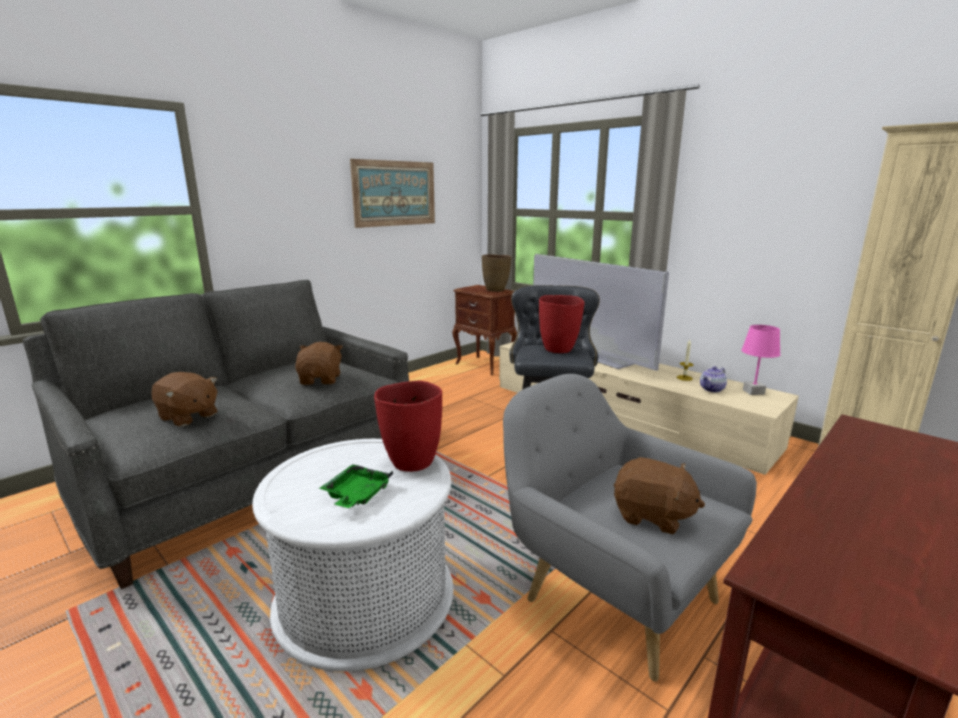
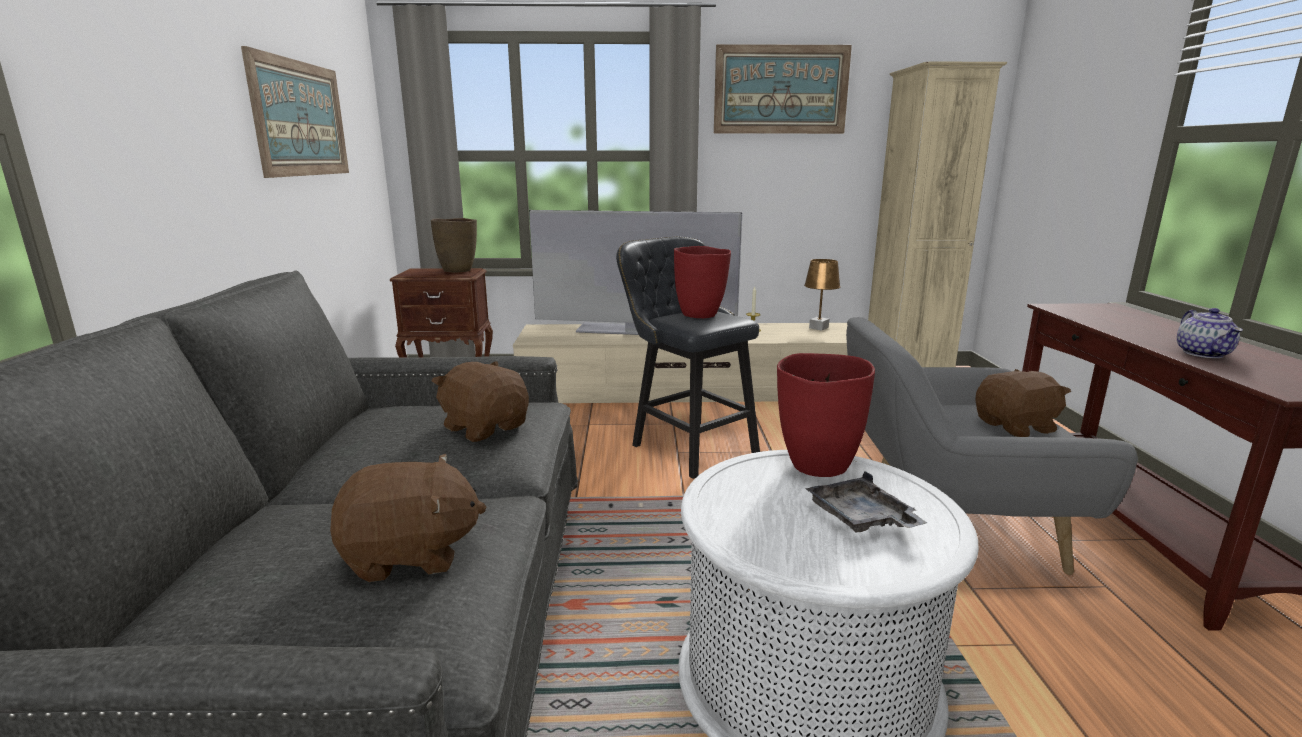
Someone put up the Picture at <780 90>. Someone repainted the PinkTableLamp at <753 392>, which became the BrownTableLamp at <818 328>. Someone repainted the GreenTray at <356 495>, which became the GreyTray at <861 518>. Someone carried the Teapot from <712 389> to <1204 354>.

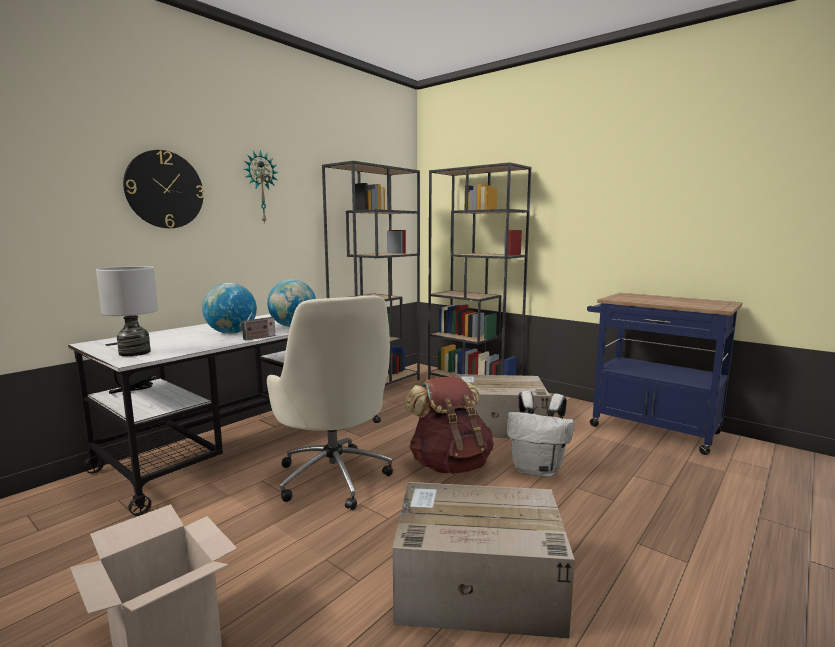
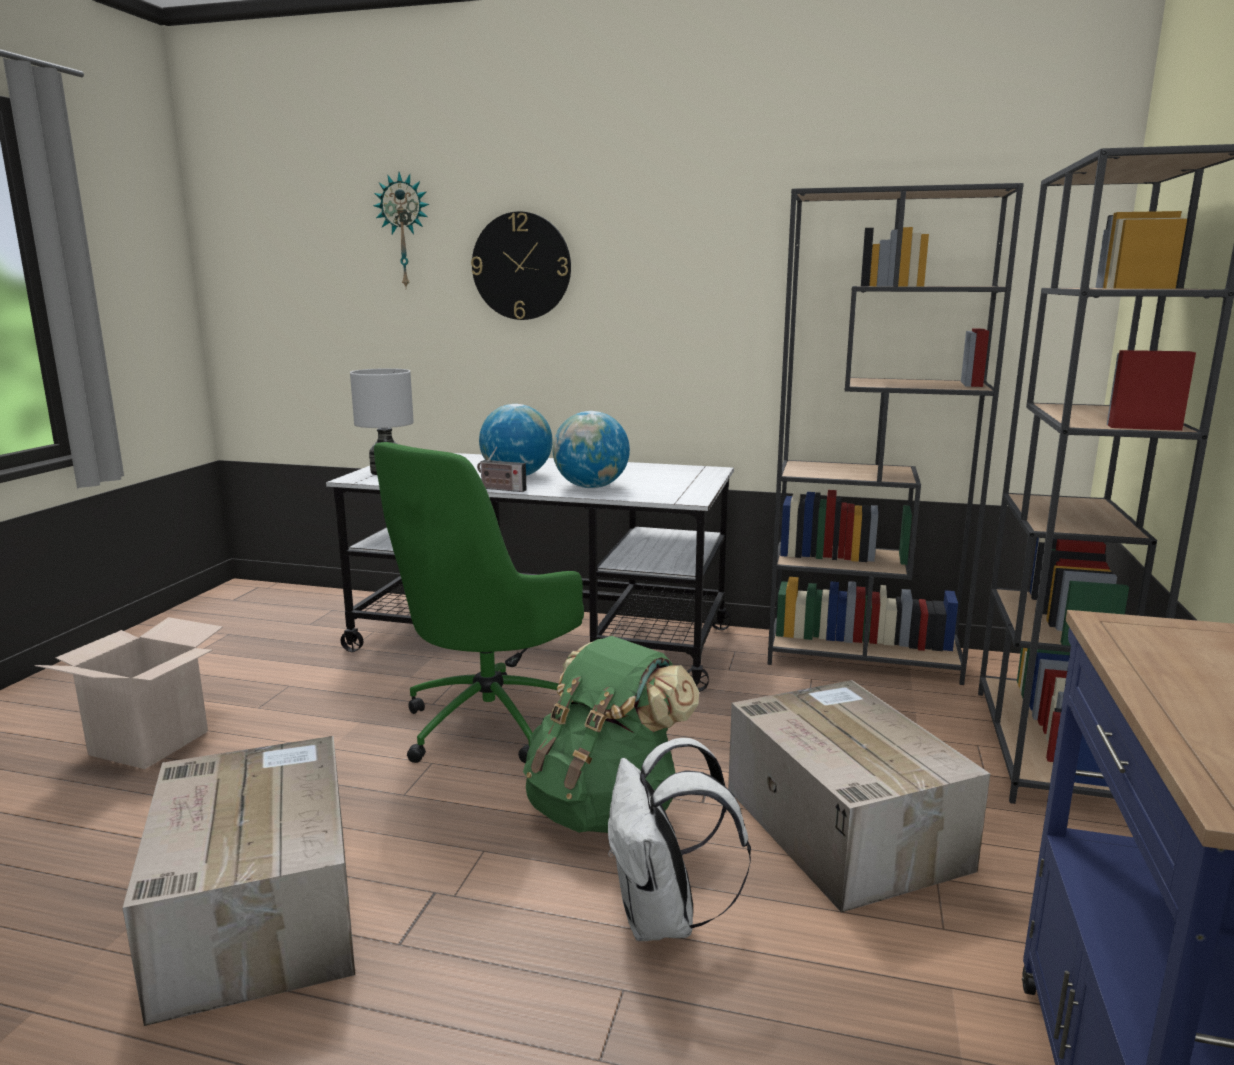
Someone carried the WallClock from <260 187> to <404 231>. Someone repainted the BeigeOfficeChair at <334 478>, which became the GreenOfficeChair at <489 724>. Someone repainted the BrownBackpack at <450 464>, which became the GreenBackpack at <605 808>.

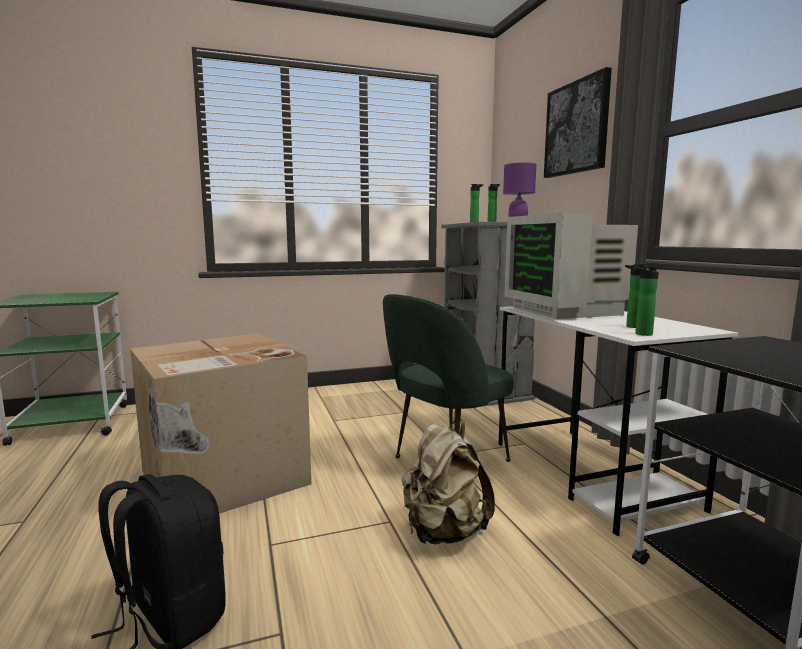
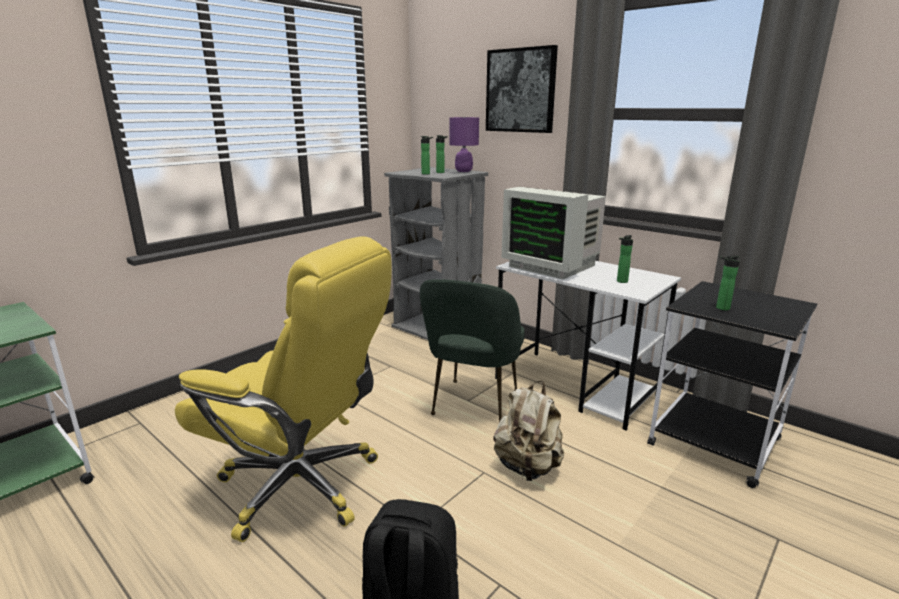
Someone swapped the CardboardBox at <222 478> for the YellowOfficeChair at <299 485>. Someone carried the Bottle from <640 334> to <721 308>.

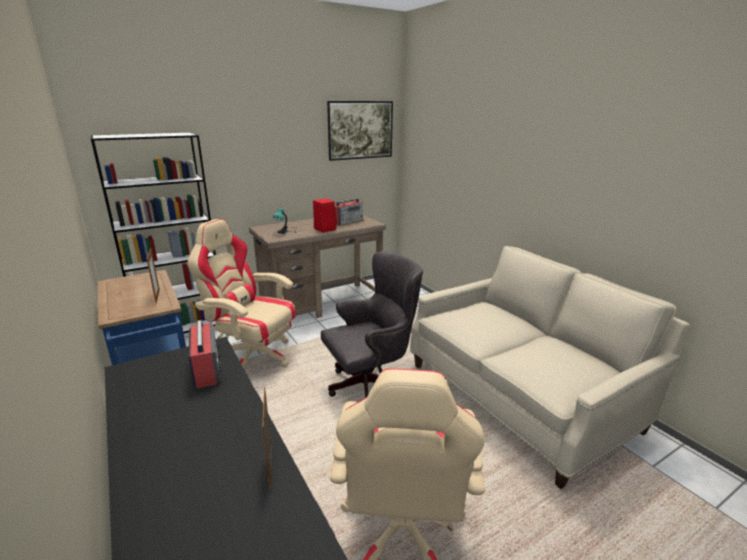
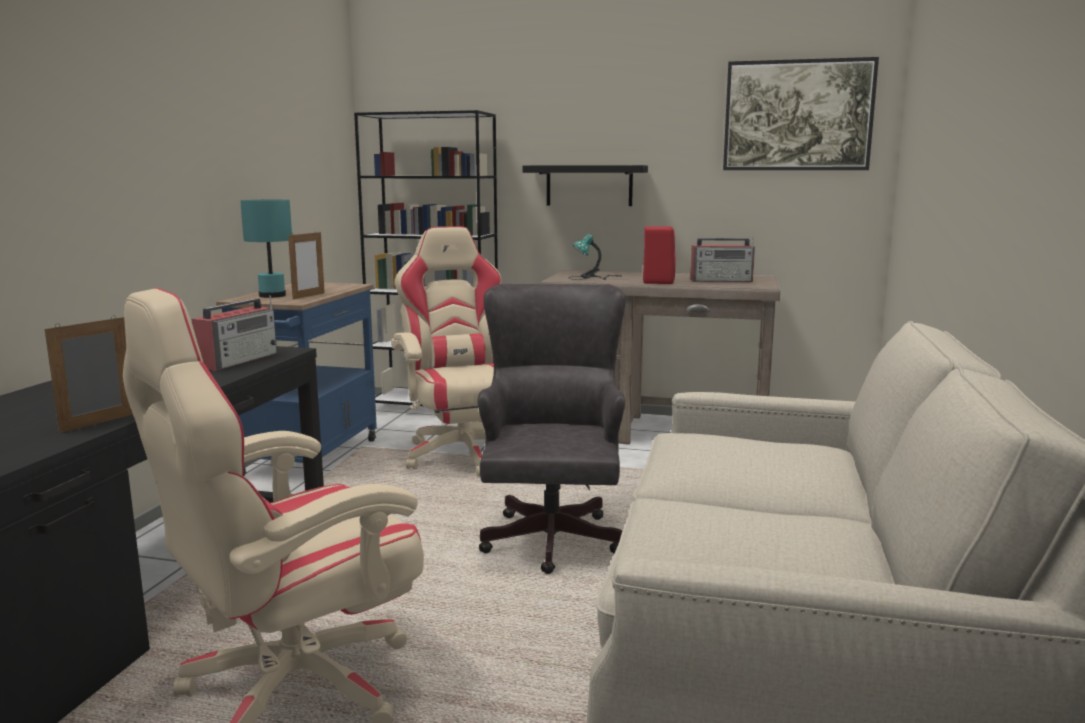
Someone put down the TurquoiseTableLamp at <272 296>. Someone rotated the GreyOfficeChair at <370 384> by 105 degrees counterclockwise. Someone put up the BlackShelf at <589 185>.

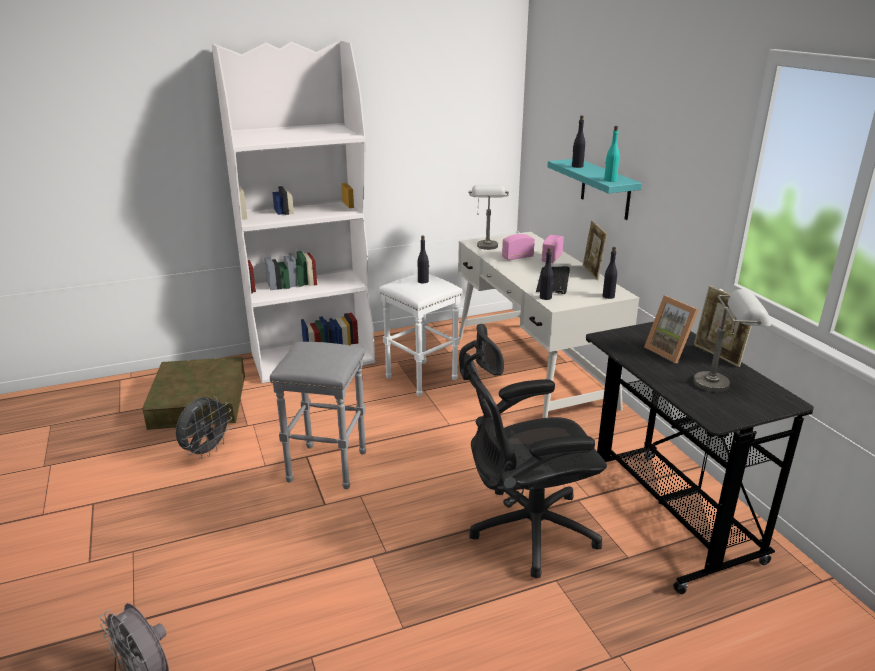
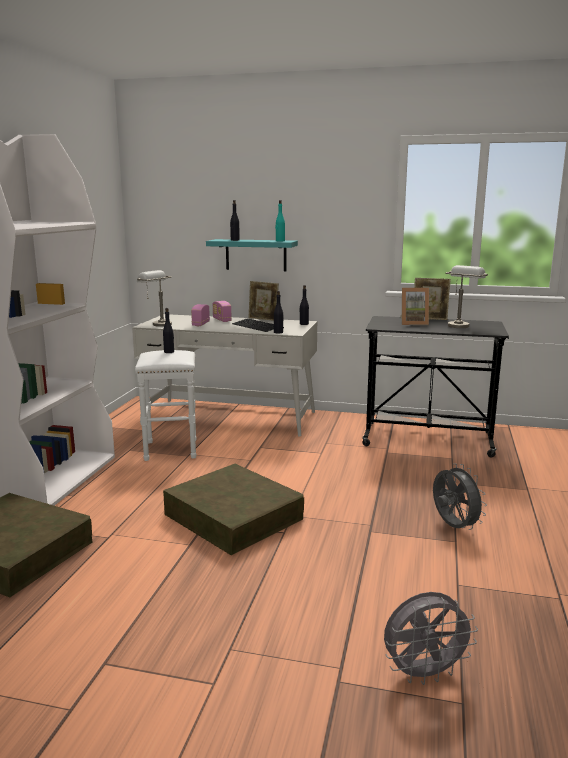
Someone swapped the GreyStool at <329 465> for the BrownStorageBox at <233 516>. Someone carried the GreyFan from <206 451> to <453 527>. Someone took away the OfficeChair at <526 531>.

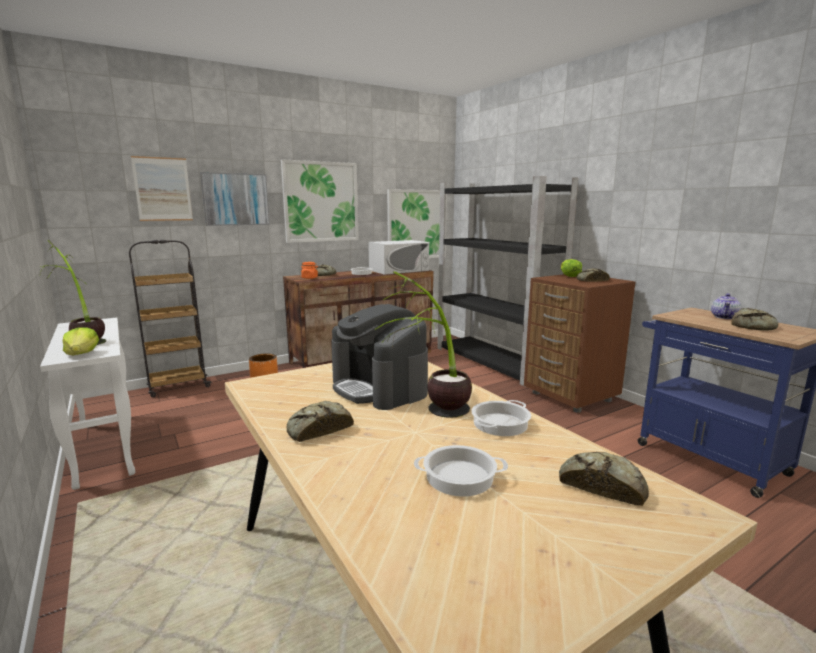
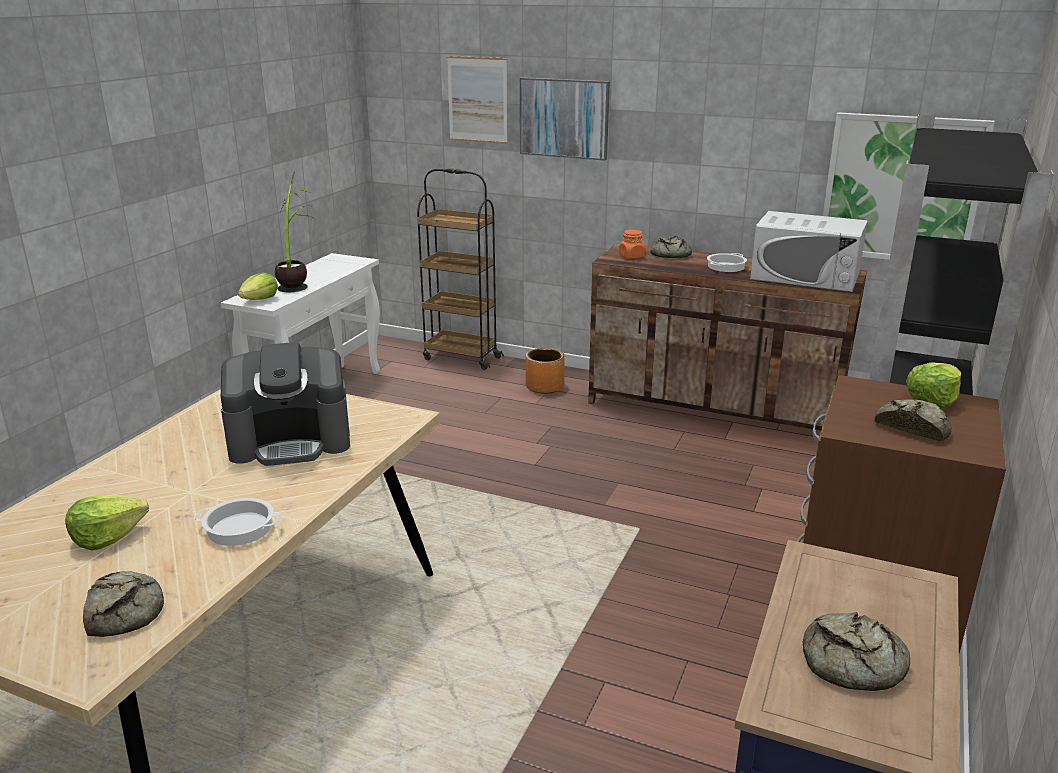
Someone swapped the CookingPot at <459 477> for the Lettuce at <107 536>. Someone rotated the CoffeeMachine at <379 388> by 120 degrees counterclockwise. Someone took away the Picture at <321 202>. Someone took away the Bread at <317 429>. Someone took away the PottedPlant at <432 416>. Someone took away the Teapot at <724 317>.

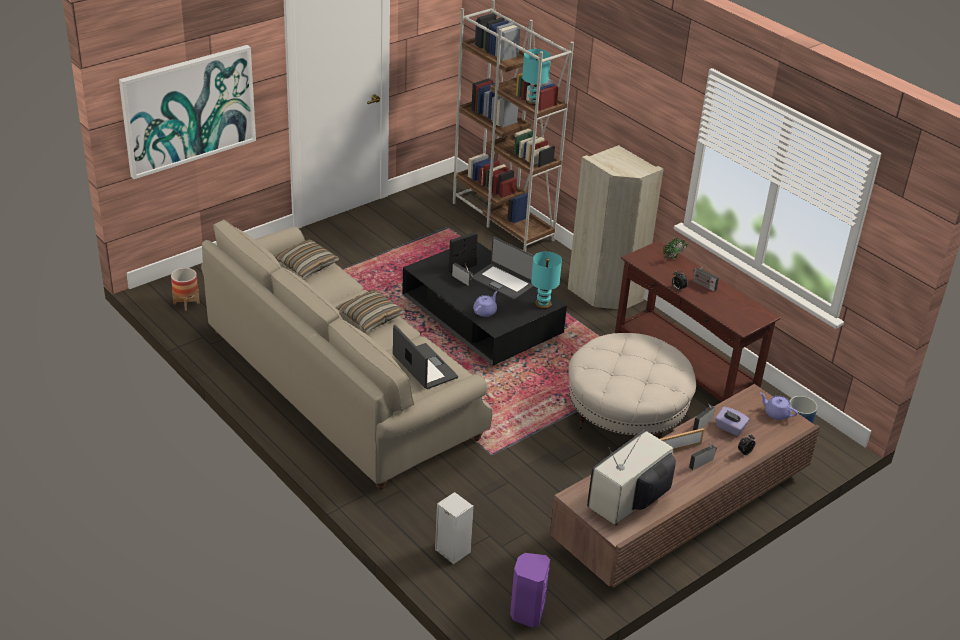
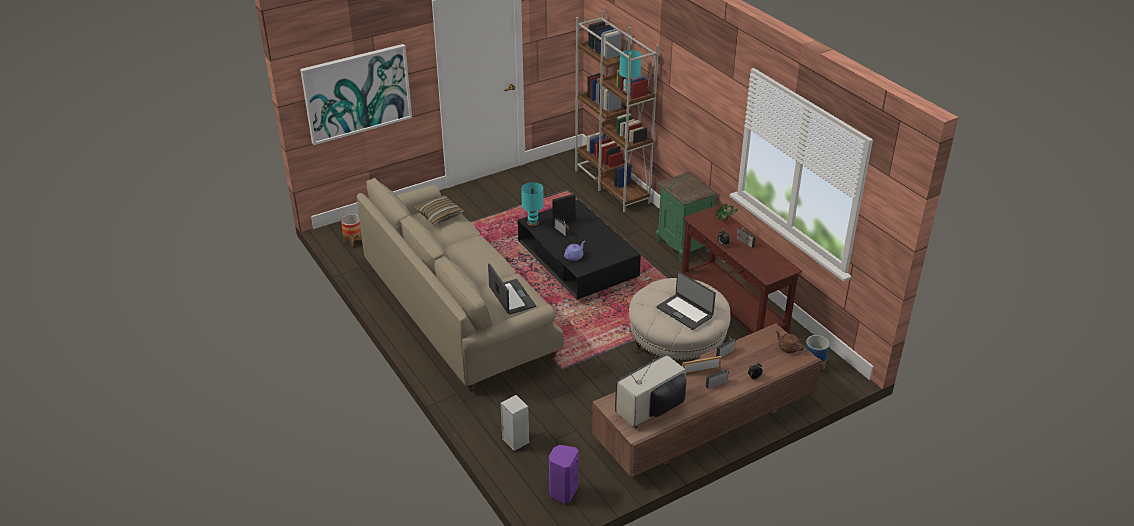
Someone carried the TurquoiseTableLamp from <542 304> to <532 223>. Someone swapped the BeigeCabinet at <605 293> for the GreenNightstand at <682 246>. Someone carried the Laptop from <503 282> to <685 312>. Someone repainted the PurpleTeapot at <776 413>, which became the BrownTeapot at <788 348>. Someone took away the Pillow at <370 317>. Someone took away the PurpleTissueBox at <730 428>.

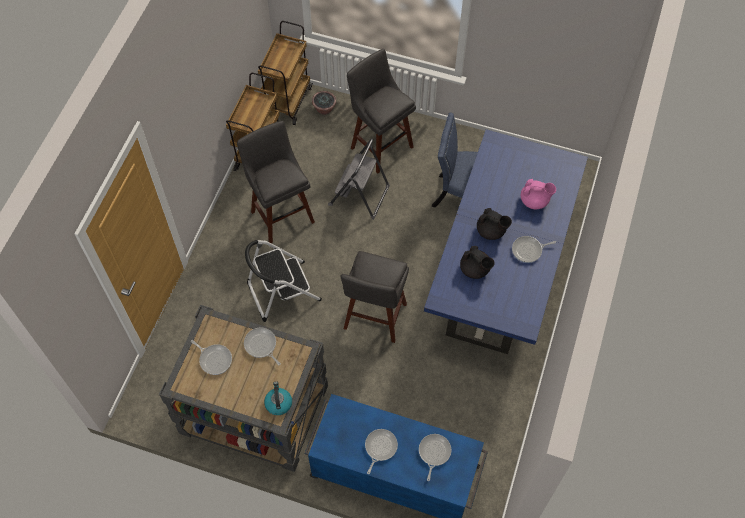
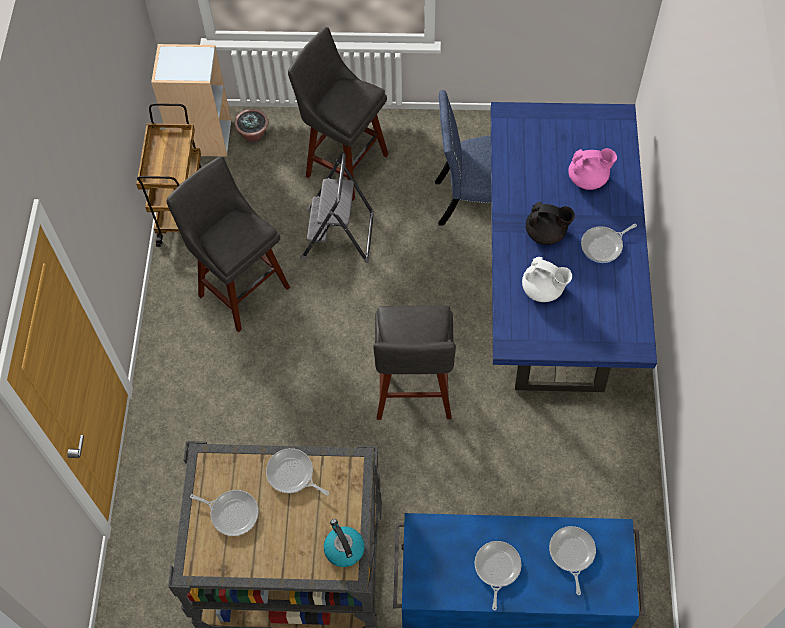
Someone swapped the BrownCart at <288 102> for the Bookcase at <201 137>. Someone repainted the BlackTeapot at <475 269>, which became the WhiteTeapot at <543 289>. Someone took away the StepLadder at <281 291>.

